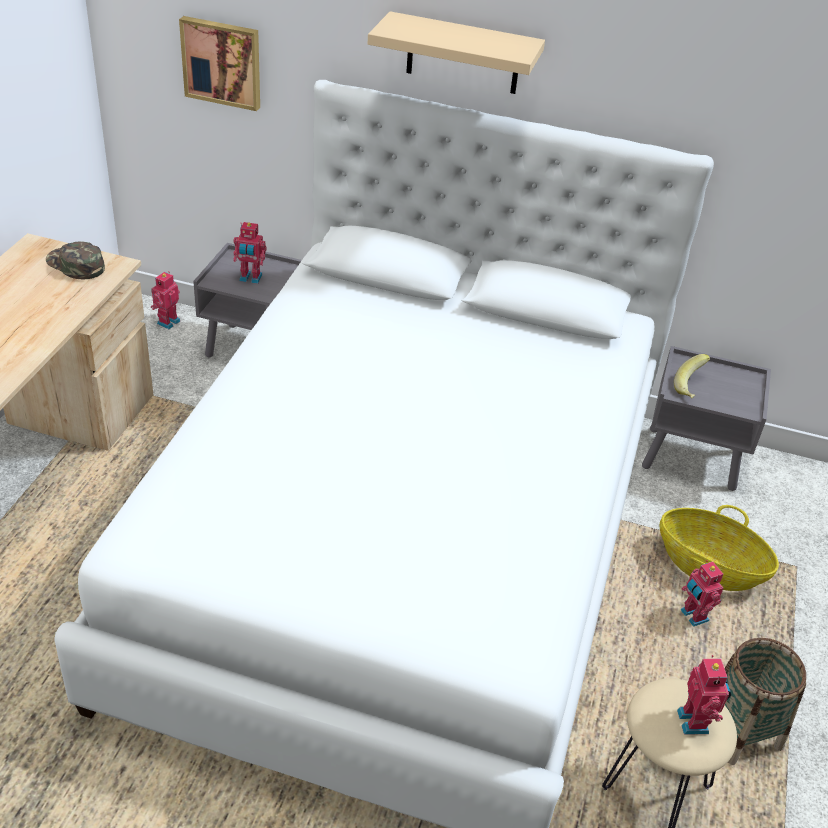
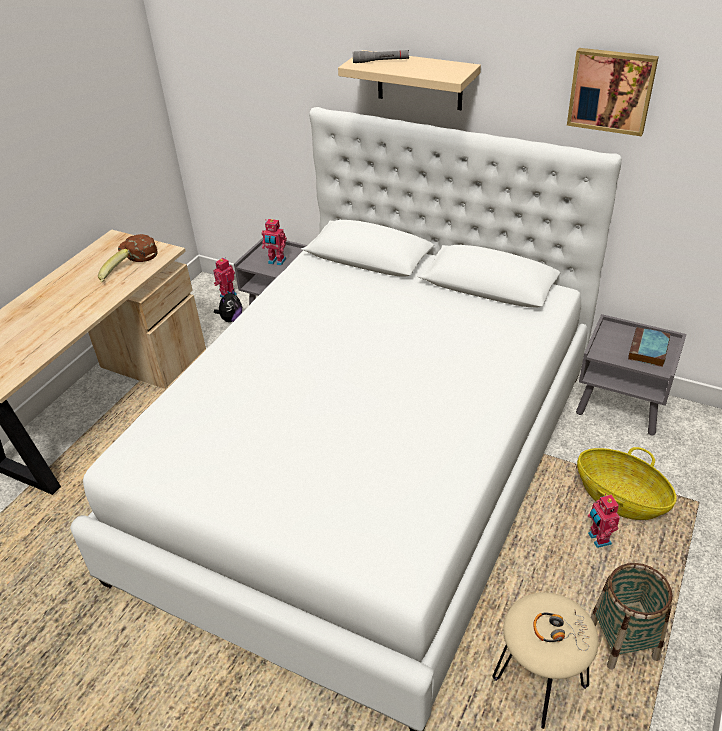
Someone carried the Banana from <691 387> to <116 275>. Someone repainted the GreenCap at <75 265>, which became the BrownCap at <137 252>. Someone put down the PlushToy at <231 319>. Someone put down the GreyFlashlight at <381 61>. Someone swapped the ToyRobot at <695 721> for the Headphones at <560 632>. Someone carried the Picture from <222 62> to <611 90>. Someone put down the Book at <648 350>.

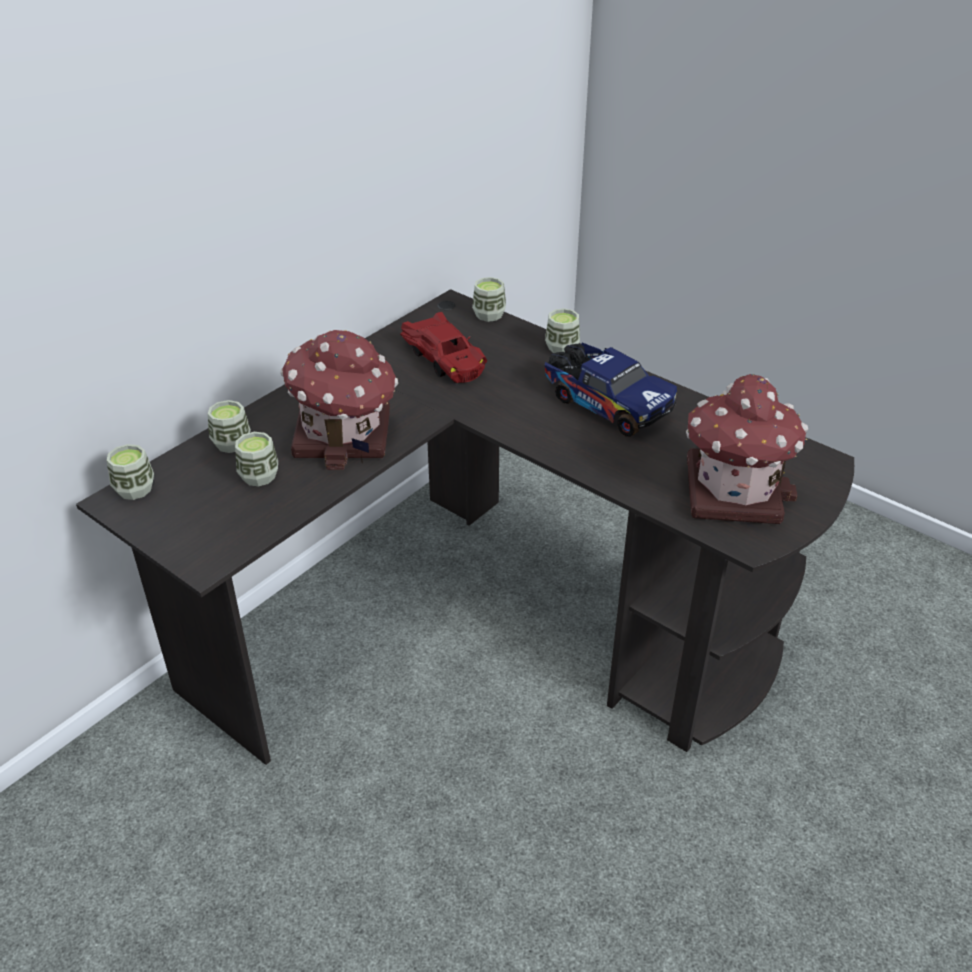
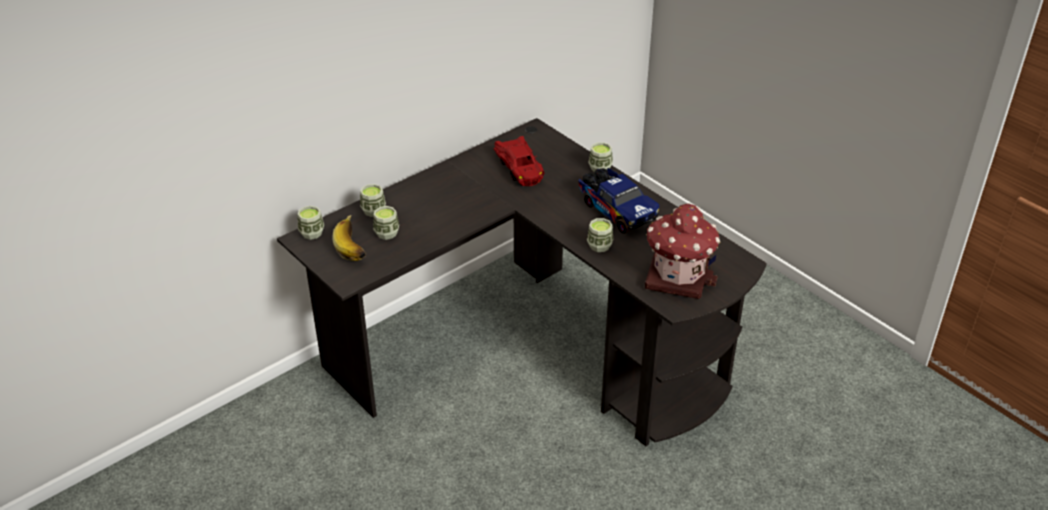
Someone put down the Banana at <355 246>. Someone carried the Cup from <489 315> to <599 246>. Someone took away the ToyHouse at <345 436>.

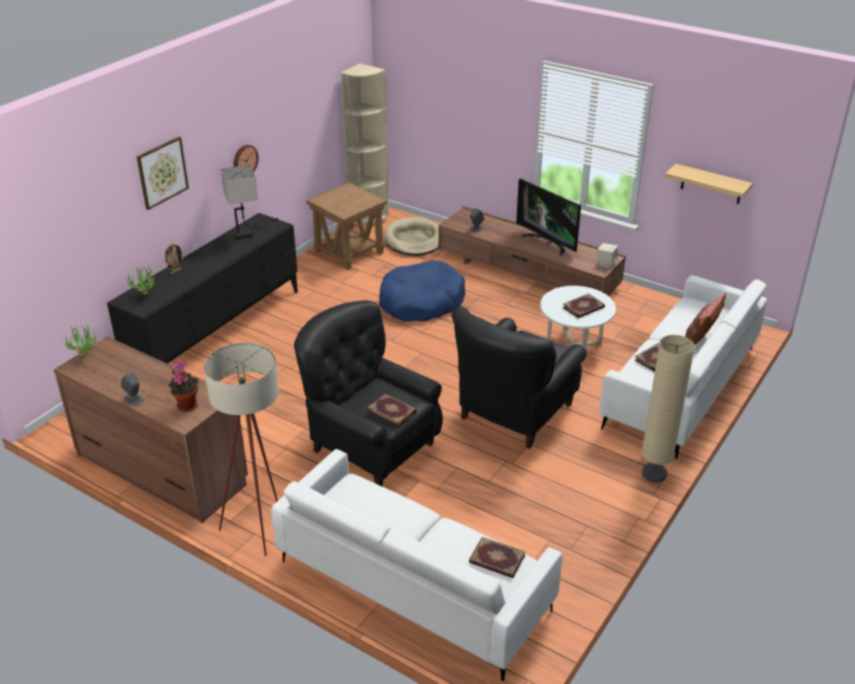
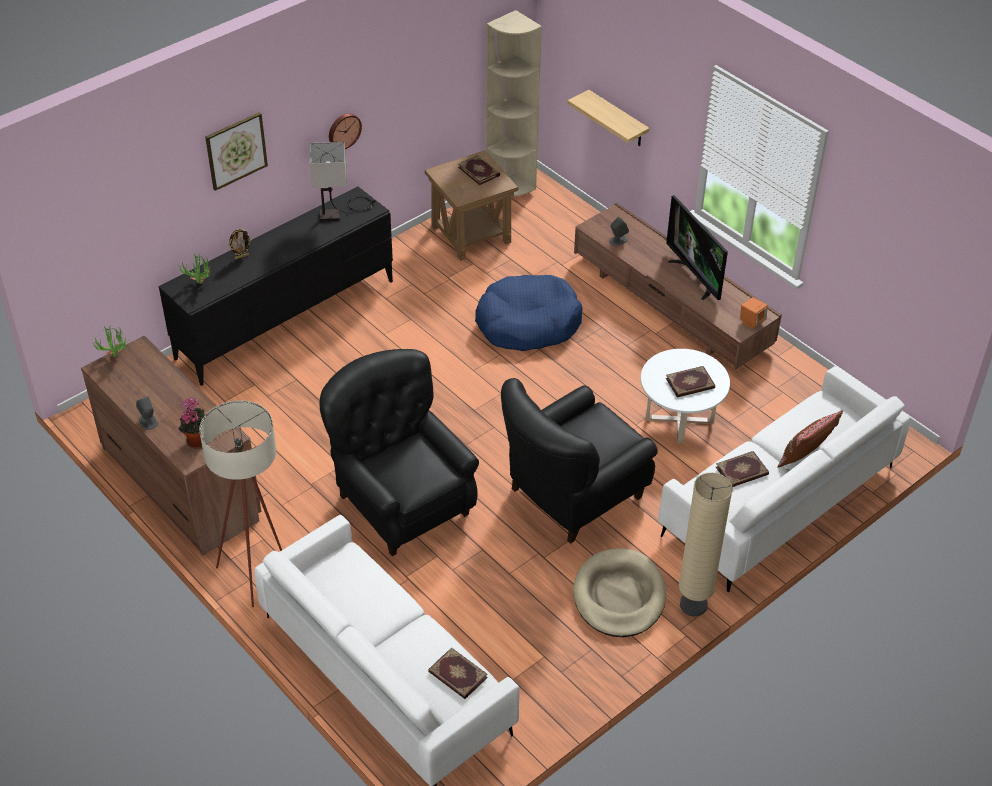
Someone carried the Book from <392 411> to <479 171>. Someone carried the Shelf from <711 184> to <617 119>. Someone carried the BeigeDogBed from <414 240> to <619 596>. Someone repainted the BeigeSpeaker at <606 263>, which became the OrangeSpeaker at <751 322>.

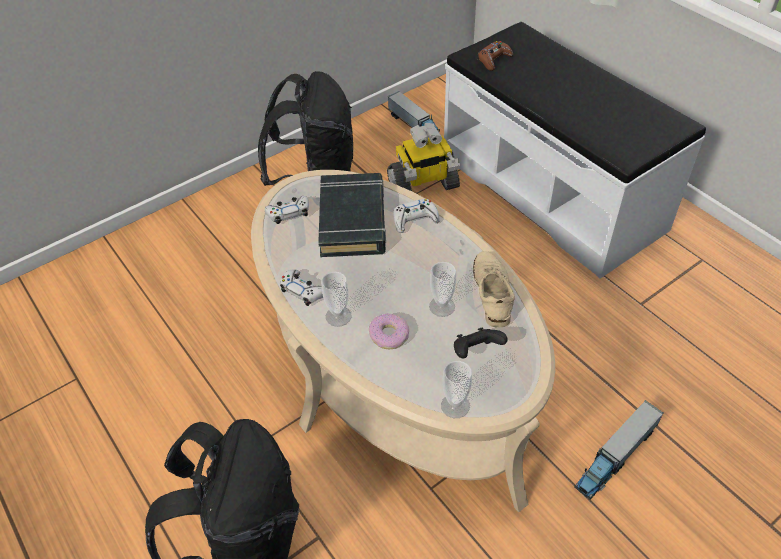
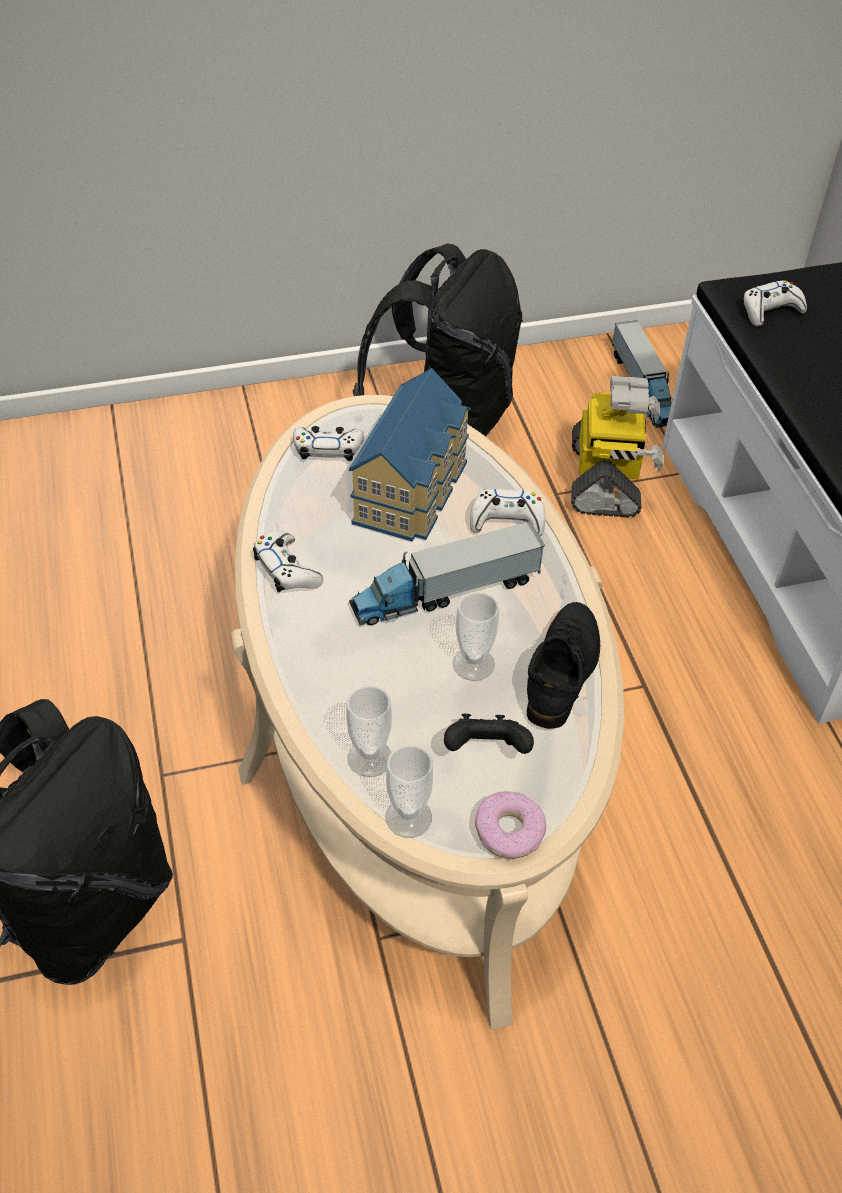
Someone carried the Cup from <338 316> to <370 758>. Someone swapped the BlackBook at <353 220> for the ToyHouse at <414 490>. Someone carried the ToyTruck from <615 457> to <445 592>. Someone carried the Donut from <389 335> to <509 831>. Someone repainted the BeigeShoe at <492 292>, which became the BlackShoe at <562 670>. Someone rotated the ToyRobot at <423 185> by 90 degrees counterclockwise. Someone repainted the BrownGameController at <494 60>, which became the WhiteGameController at <770 310>.

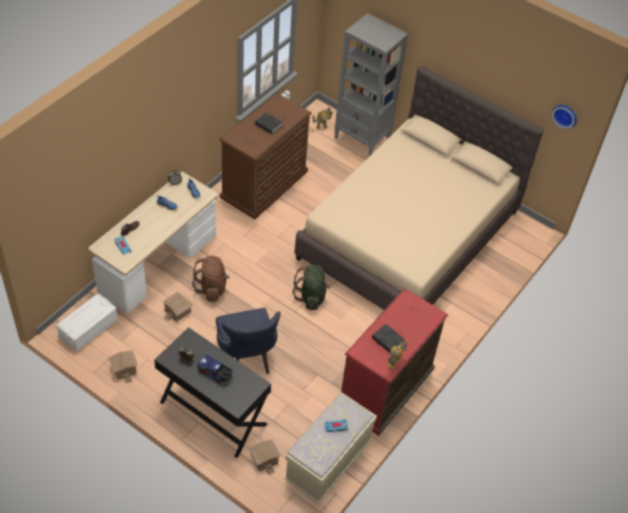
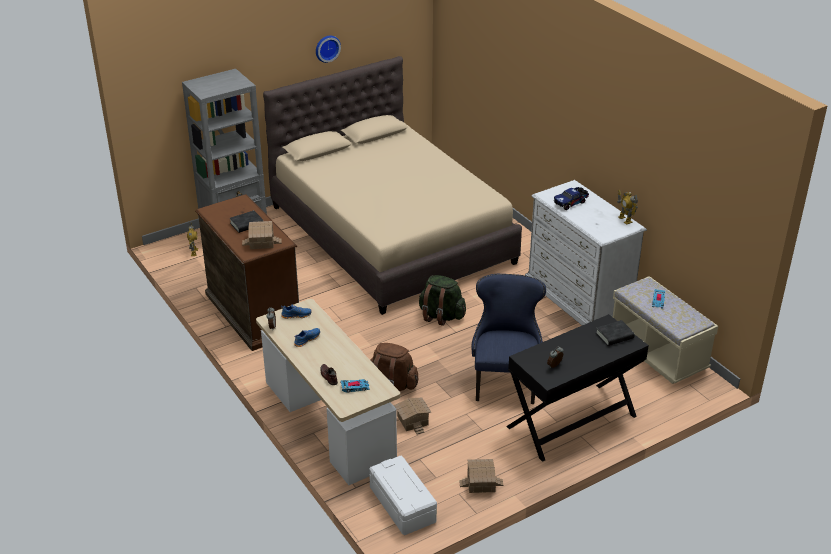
Someone carried the ToyHouse from <263 459> to <261 242>. Someone carried the WallClock from <565 115> to <327 48>. Someone rotated the BlueChair at <247 358> by 90 degrees counterclockwise. Someone repainted the RedDresser at <385 387>, which became the WhiteDresser at <579 296>. Someone carried the ToyTruck from <215 373> to <571 203>. Someone carried the BlackBook from <387 340> to <614 336>.

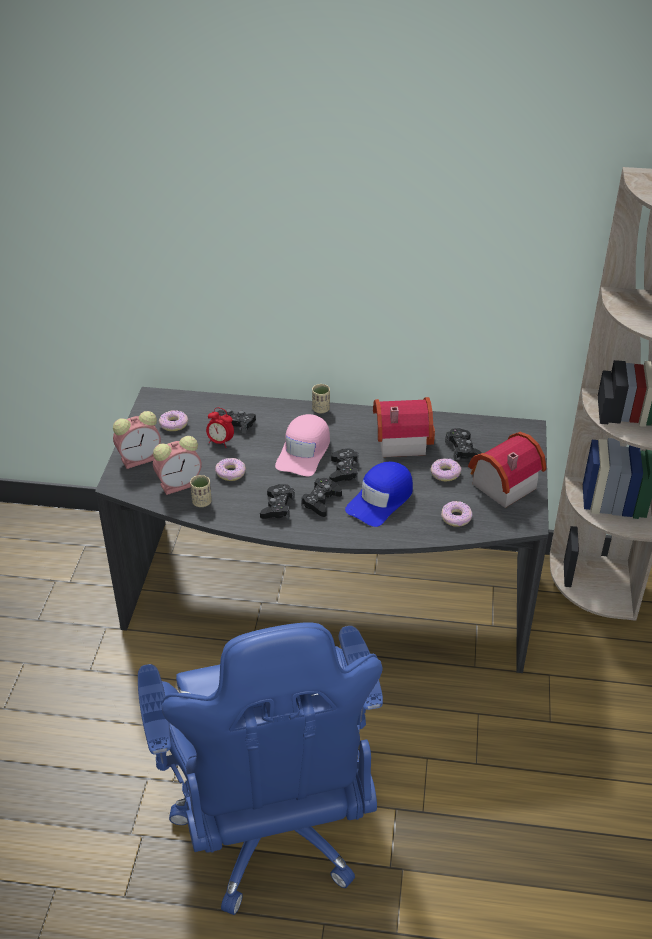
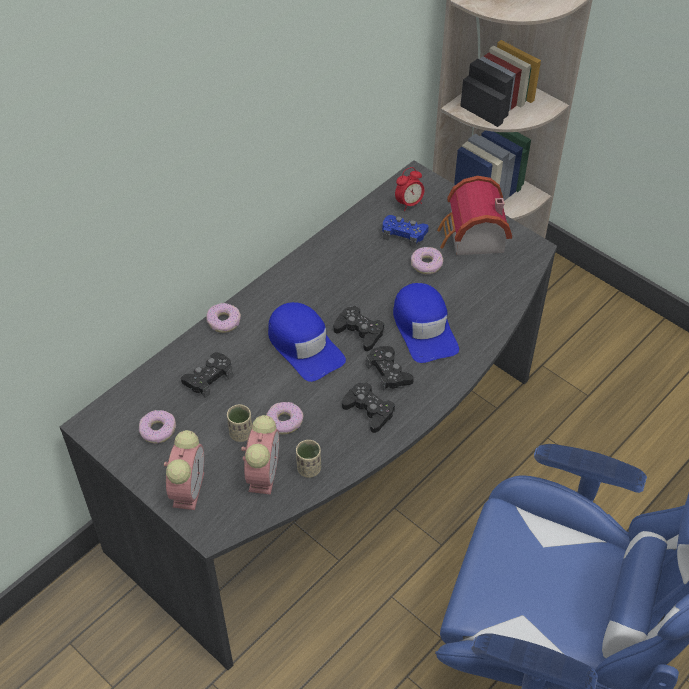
Someone carried the Donut from <456 518> to <224 321>. Someone carried the BeigeCup from <321 409> to <241 433>. Someone repainted the PinkCap at <304 452>, which became the BlueCap at <304 346>. Someone repainted the BlackGameController at <462 449>, which became the BlueGameController at <404 234>. Someone carried the AlarmClock from <220 442> to <409 203>. Someone took away the ToyHouse at <399 440>.

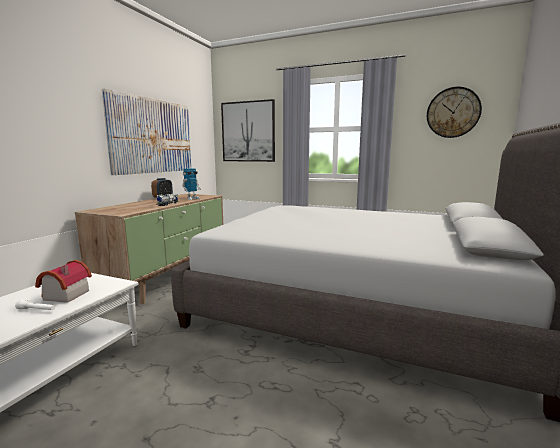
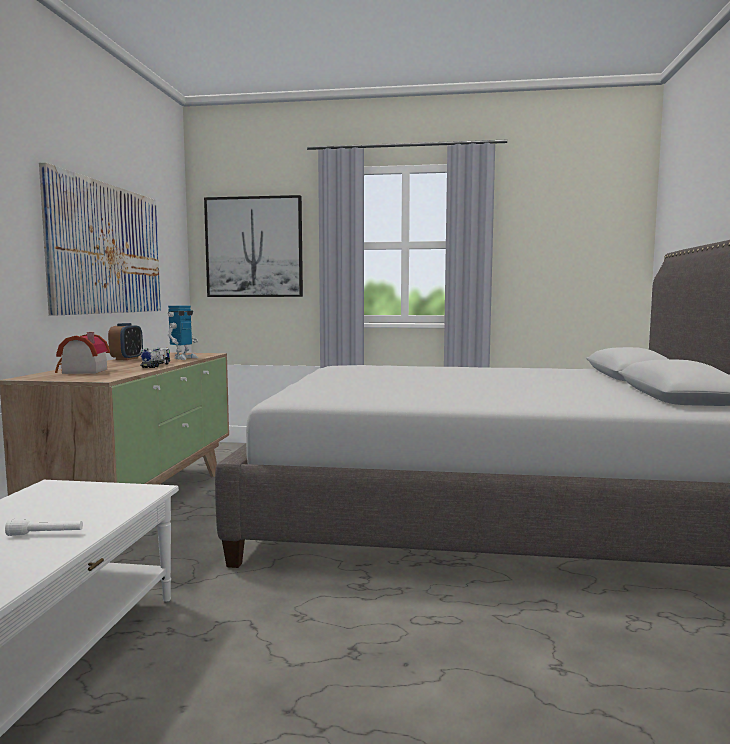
Someone carried the ToyHouse from <63 295> to <81 371>. Someone took away the WallClock at <453 112>.

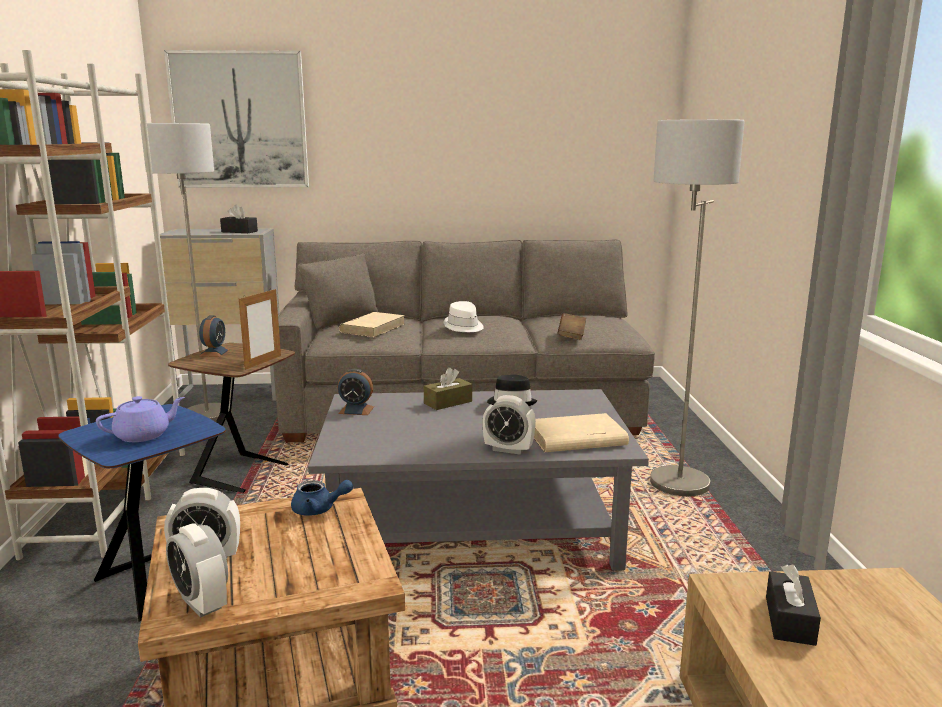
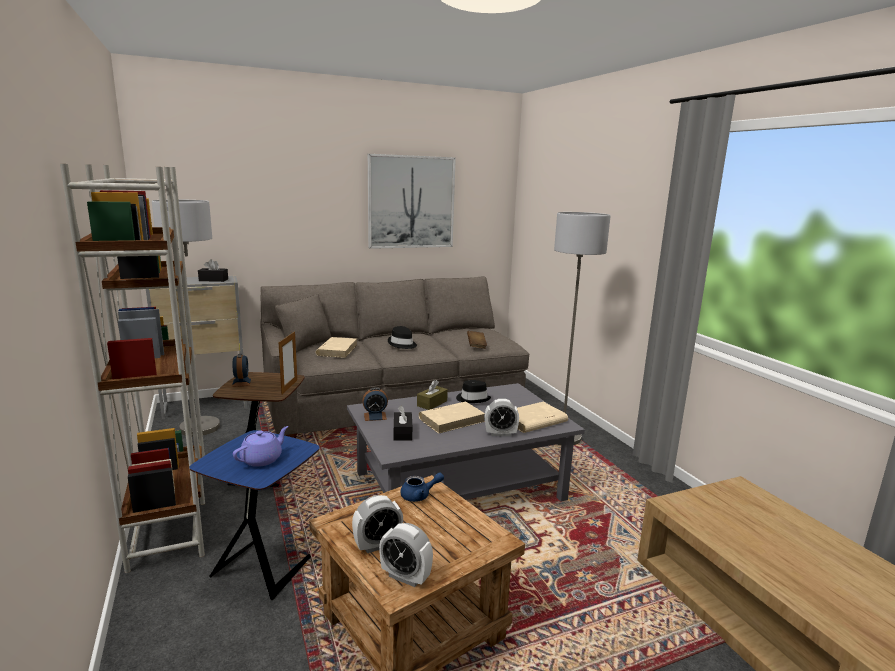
Someone carried the Picture from <239 120> to <411 202>. Someone repainted the WhiteHat at <463 326>, which became the BlackHat at <402 344>. Someone carried the BlackTissueBox from <789 620> to <402 432>. Someone put down the BeigeBook at <452 420>.

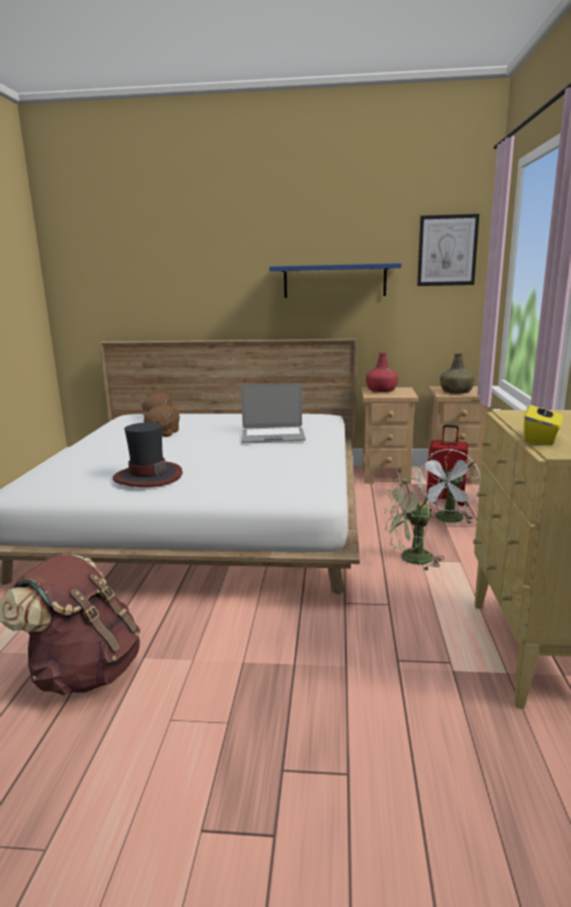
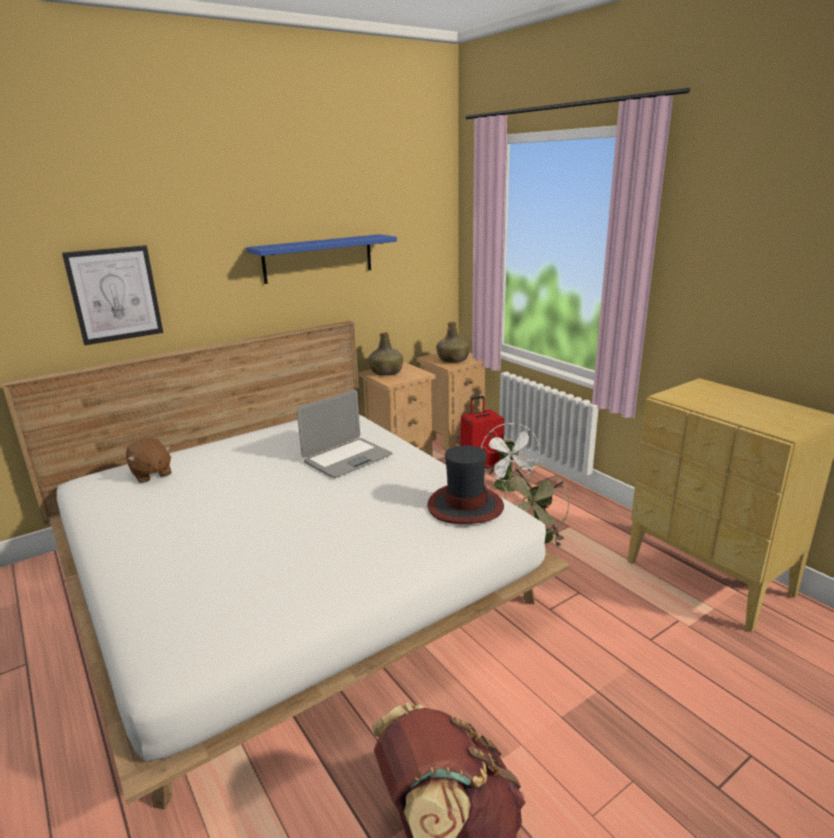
Someone carried the Picture from <447 250> to <115 294>. Someone repainted the RedBottle at <382 390>, which became the GreenBottle at <386 372>. Someone carried the Hat from <148 476> to <465 506>. Someone took away the BrownPlushToy at <162 433>. Someone took away the YellowTissueBox at <541 439>.

